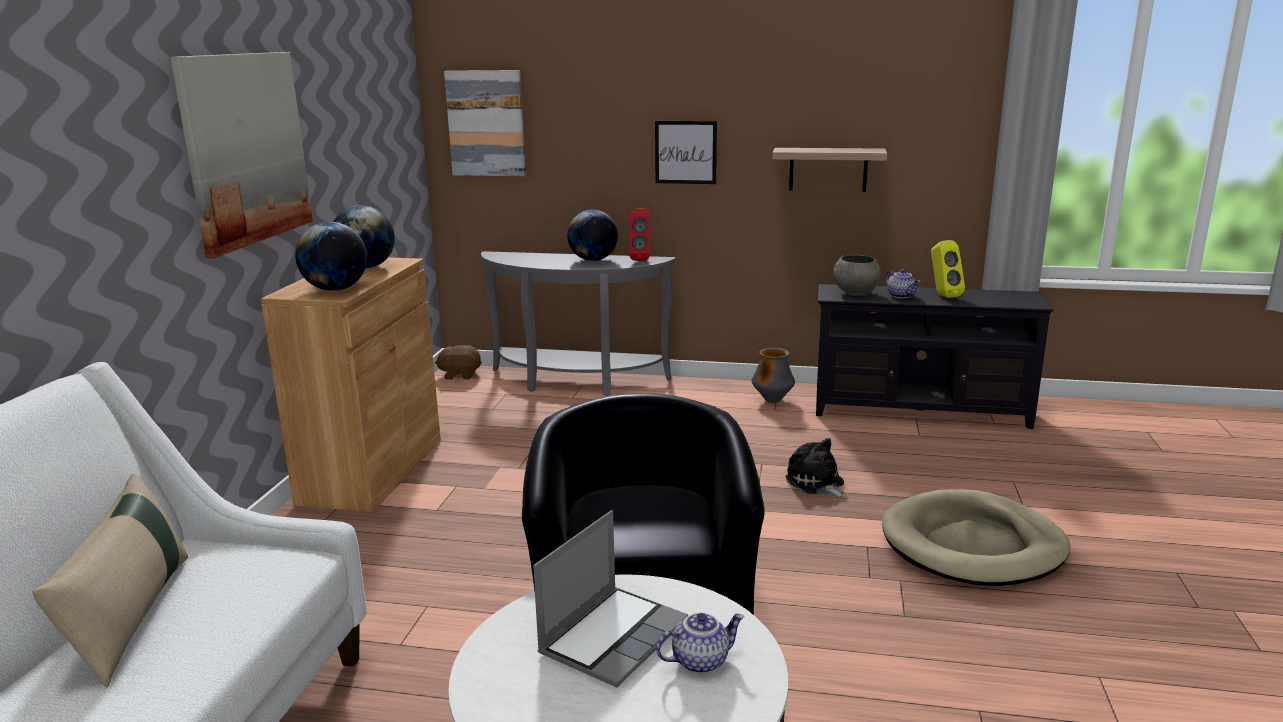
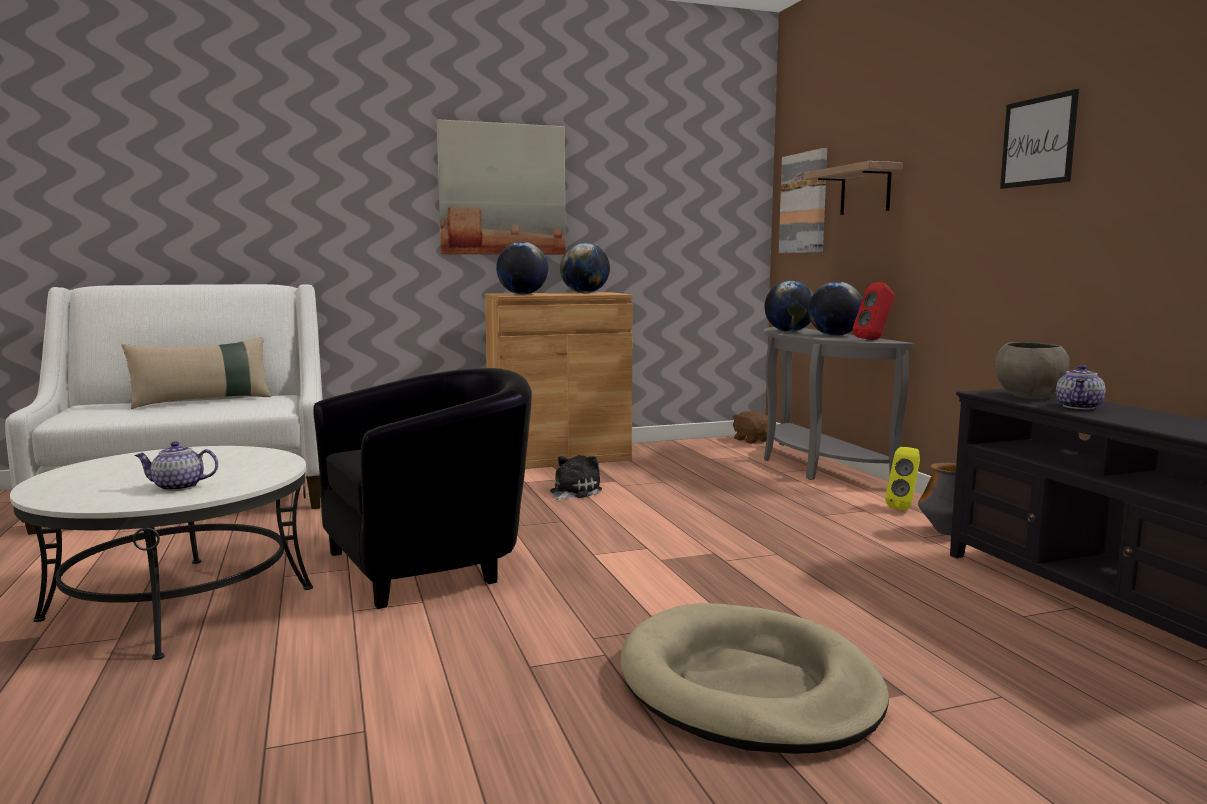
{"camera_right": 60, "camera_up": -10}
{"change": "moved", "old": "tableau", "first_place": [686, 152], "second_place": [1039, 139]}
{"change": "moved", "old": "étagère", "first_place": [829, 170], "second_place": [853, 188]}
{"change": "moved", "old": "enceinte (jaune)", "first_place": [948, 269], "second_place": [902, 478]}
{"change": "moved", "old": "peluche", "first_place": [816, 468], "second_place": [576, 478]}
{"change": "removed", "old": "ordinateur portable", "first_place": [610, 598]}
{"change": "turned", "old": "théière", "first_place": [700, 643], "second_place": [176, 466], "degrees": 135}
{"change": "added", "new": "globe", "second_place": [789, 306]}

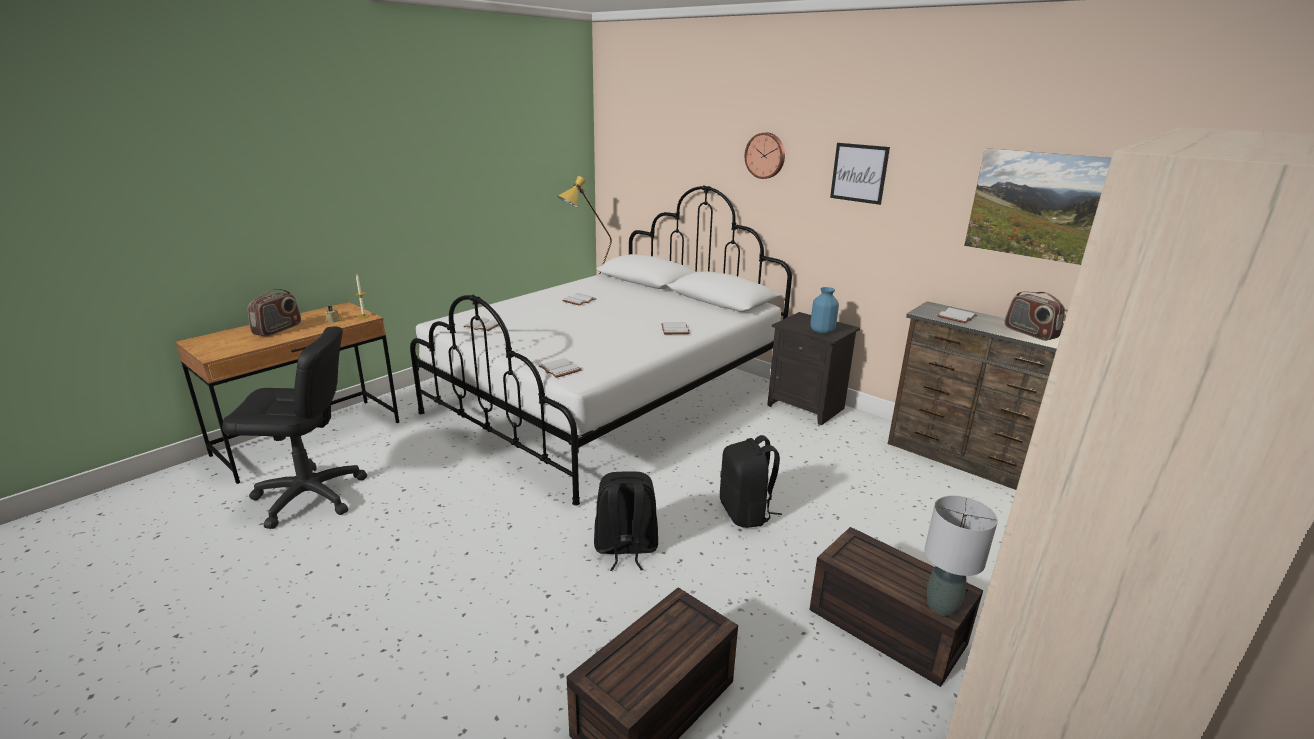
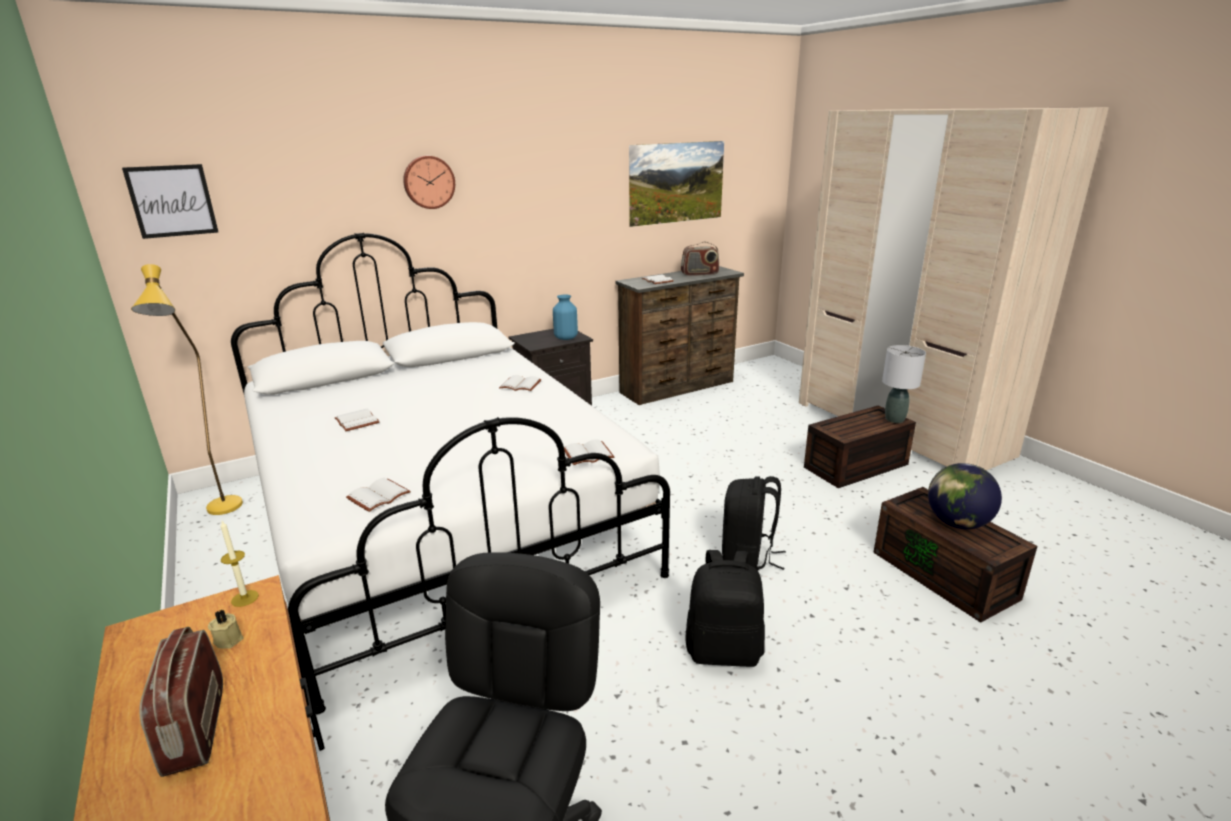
{"camera_right": -70, "camera_up": 0}
{"change": "moved", "old": "tableau", "first_place": [860, 174], "second_place": [170, 201]}
{"change": "turned", "old": "radio", "first_place": [274, 313], "second_place": [181, 702], "degrees": -150}
{"change": "moved", "old": "sac à dos (noir)", "first_place": [751, 481], "second_place": [725, 608]}
{"change": "added", "new": "globe", "second_place": [965, 496]}

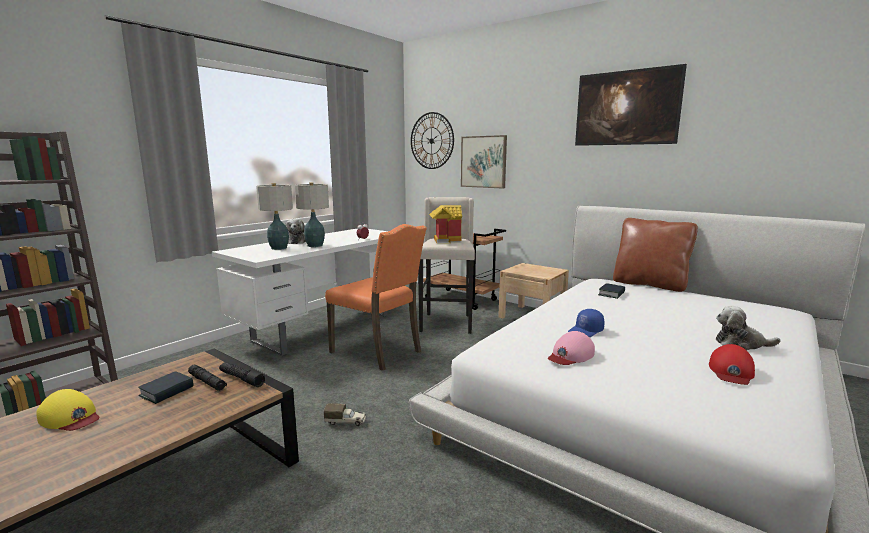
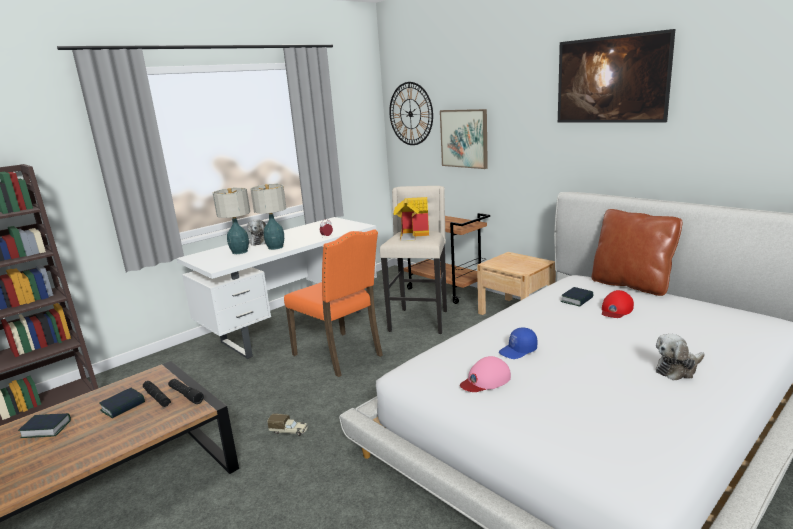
{"camera_right": 10, "camera_up": 5}
{"change": "turned", "old": "peluche", "first_place": [748, 328], "second_place": [680, 357], "degrees": -45}
{"change": "moved", "old": "casquette (rouge)", "first_place": [732, 364], "second_place": [618, 304]}
{"change": "replaced", "old": "casquette (jaune)", "new": "livre", "first_place": [68, 410], "second_place": [44, 425]}

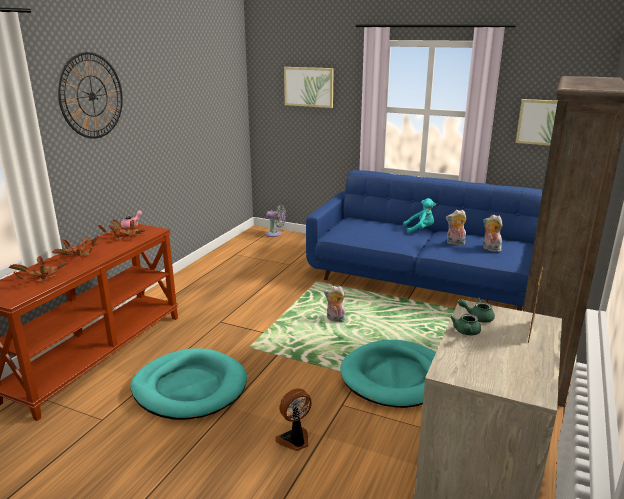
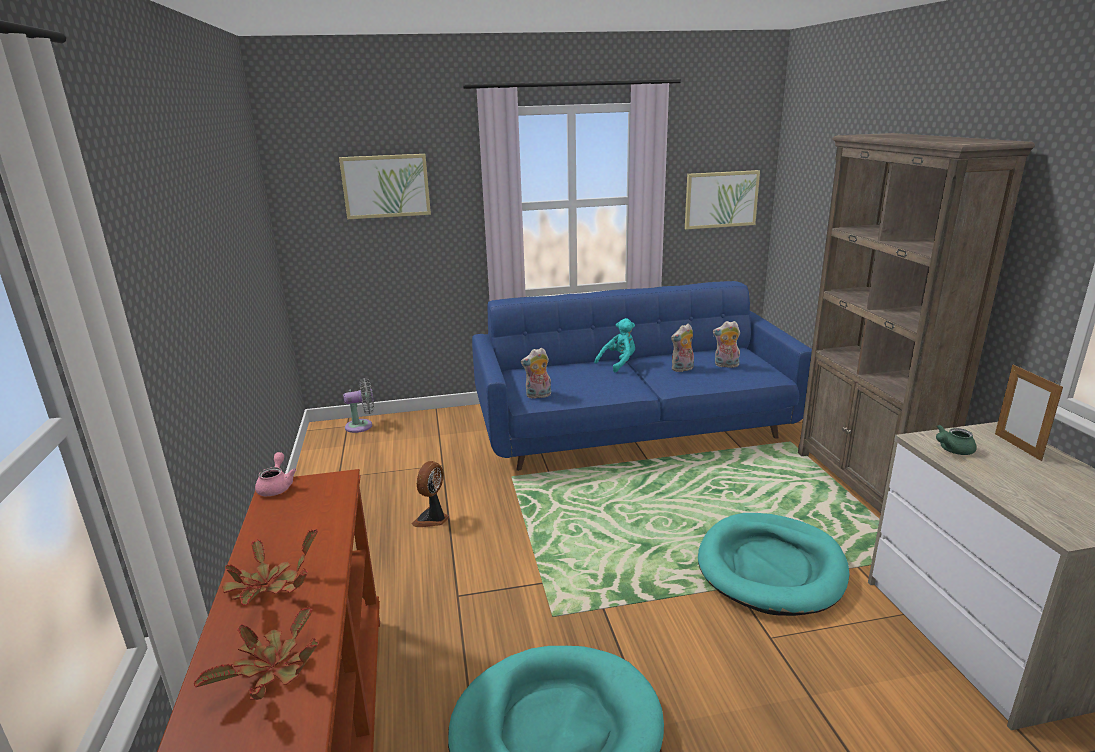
{"camera_right": -35, "camera_up": 0}
{"change": "removed", "old": "horloge murale", "first_place": [90, 95]}
{"change": "removed", "old": "plante en pot", "first_place": [121, 229]}
{"change": "moved", "old": "peluche", "first_place": [335, 304], "second_place": [536, 373]}
{"change": "removed", "old": "théière (vert)", "first_place": [465, 324]}
{"change": "moved", "old": "ventilateur", "first_place": [293, 419], "second_place": [430, 494]}

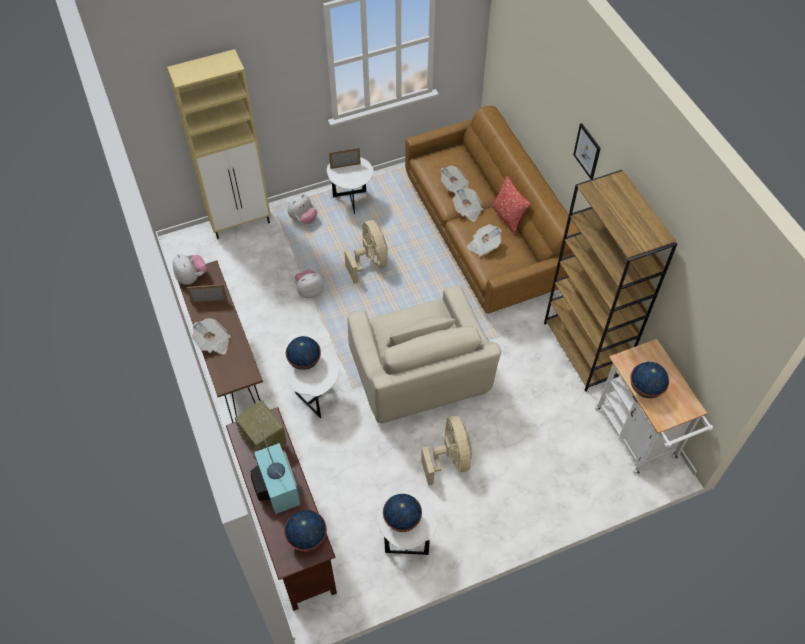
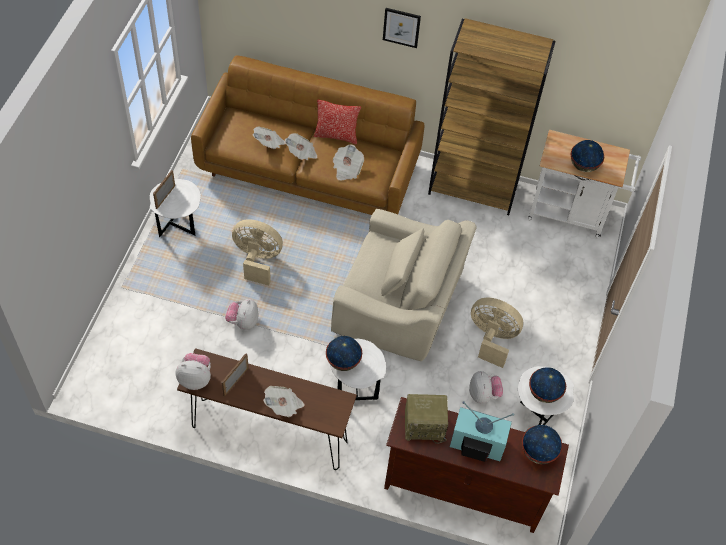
{"camera_right": -55, "camera_up": 0}
{"change": "removed", "old": "meuble de rangement (beige)", "first_place": [219, 144]}
{"change": "moved", "old": "peluche", "first_place": [302, 209], "second_place": [486, 387]}

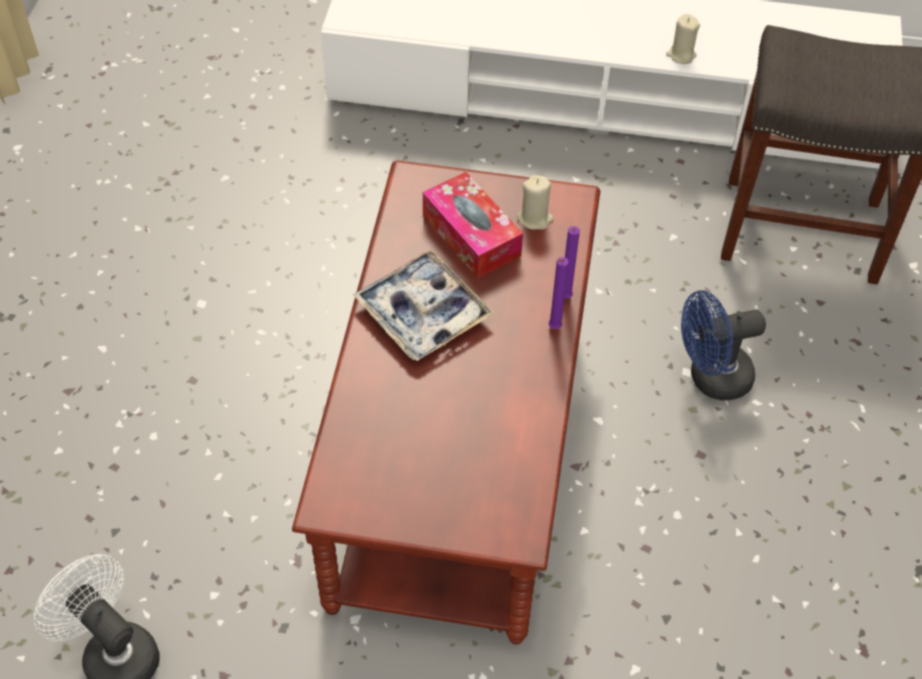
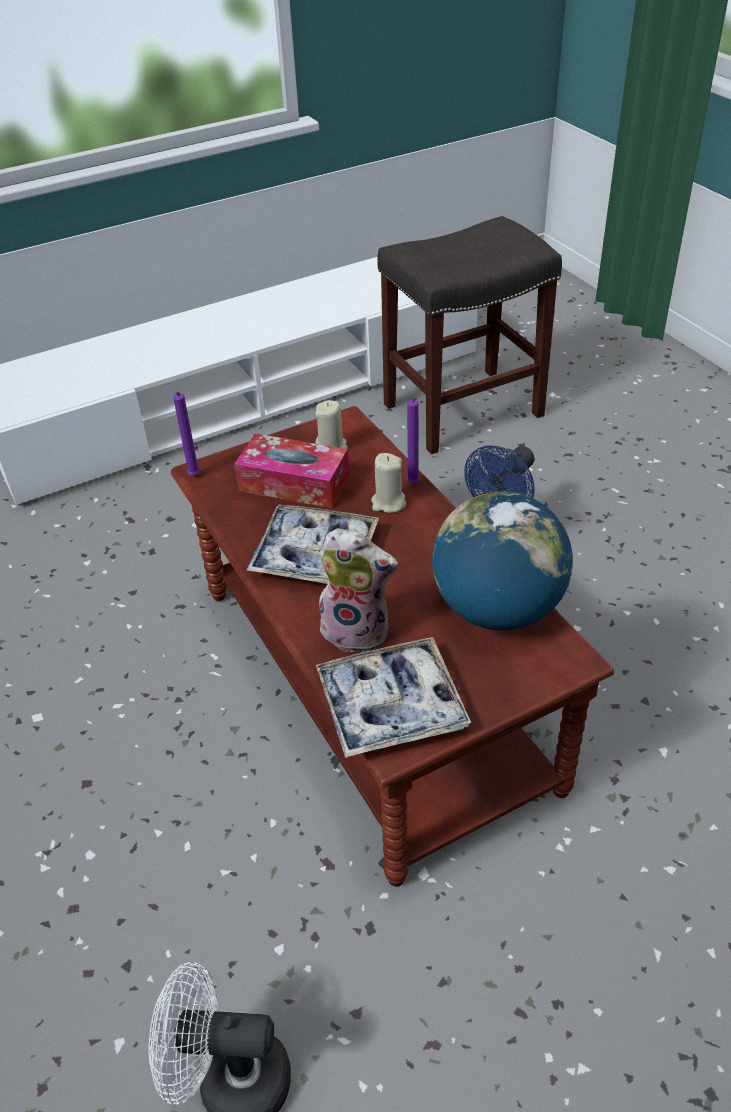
{"camera_right": -35, "camera_up": -10}
{"change": "moved", "old": "bougie (beige)", "first_place": [683, 39], "second_place": [388, 483]}
{"change": "moved", "old": "bougie (violet)", "first_place": [559, 293], "second_place": [186, 434]}
{"change": "added", "new": "globe", "second_place": [502, 561]}
{"change": "added", "new": "peluche", "second_place": [358, 590]}
{"change": "added", "new": "plateau", "second_place": [393, 697]}

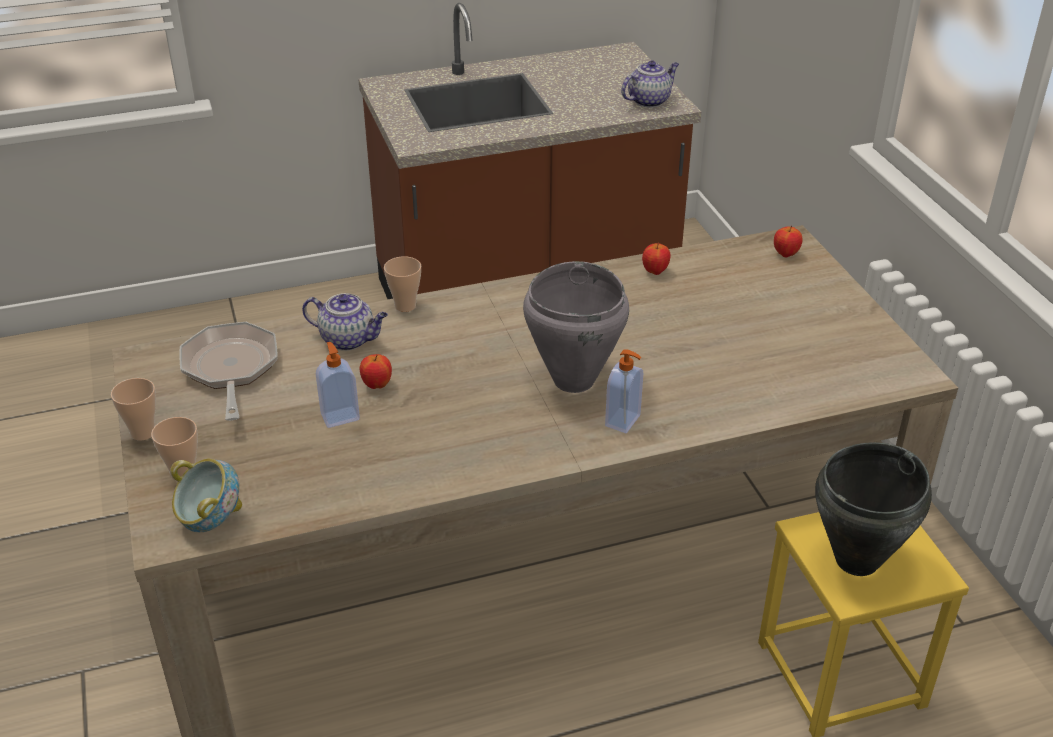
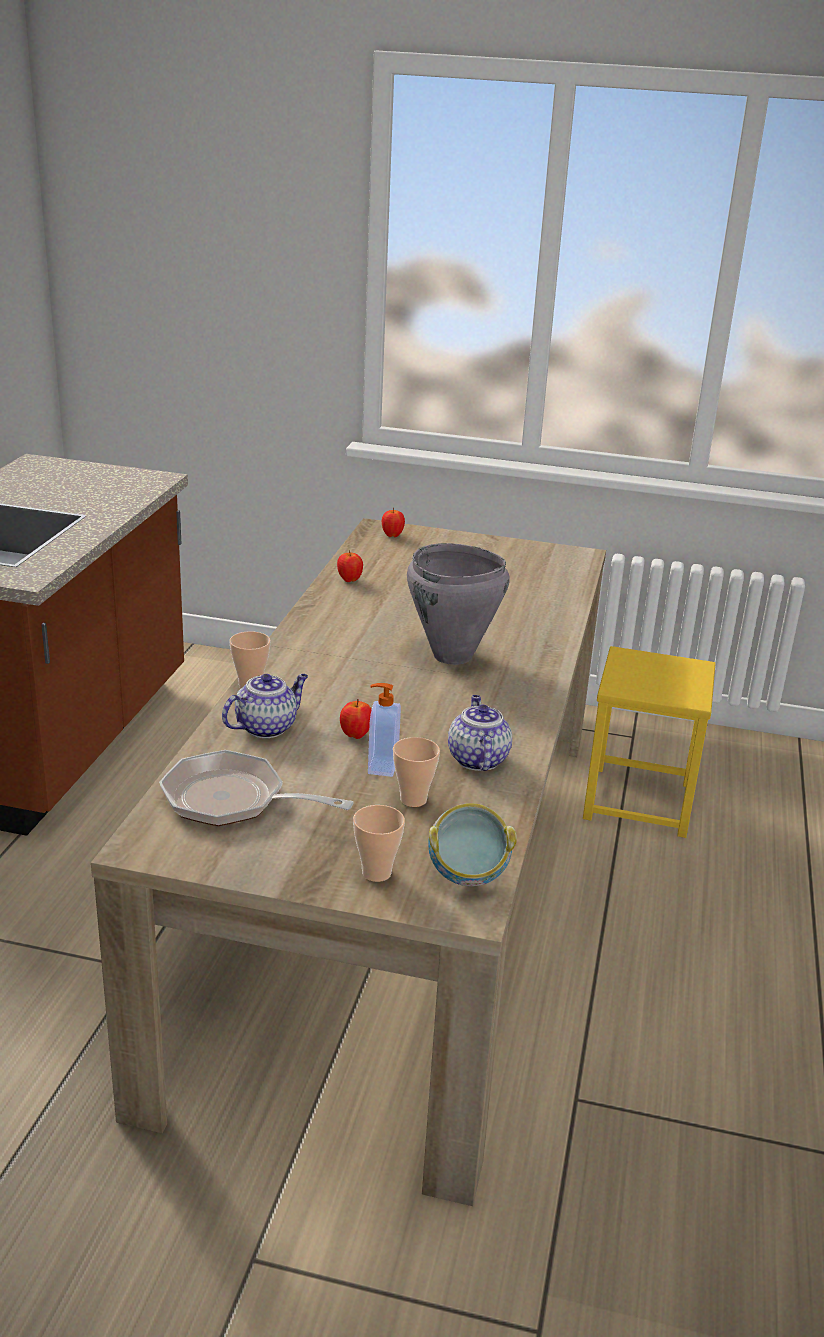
{"camera_right": -60, "camera_up": -10}
{"change": "moved", "old": "théière", "first_place": [650, 84], "second_place": [480, 733]}
{"change": "removed", "old": "distributeur de savon", "first_place": [624, 391]}
{"change": "moved", "old": "tasse", "first_place": [133, 409], "second_place": [416, 772]}
{"change": "removed", "old": "marmite (noir)", "first_place": [873, 509]}

